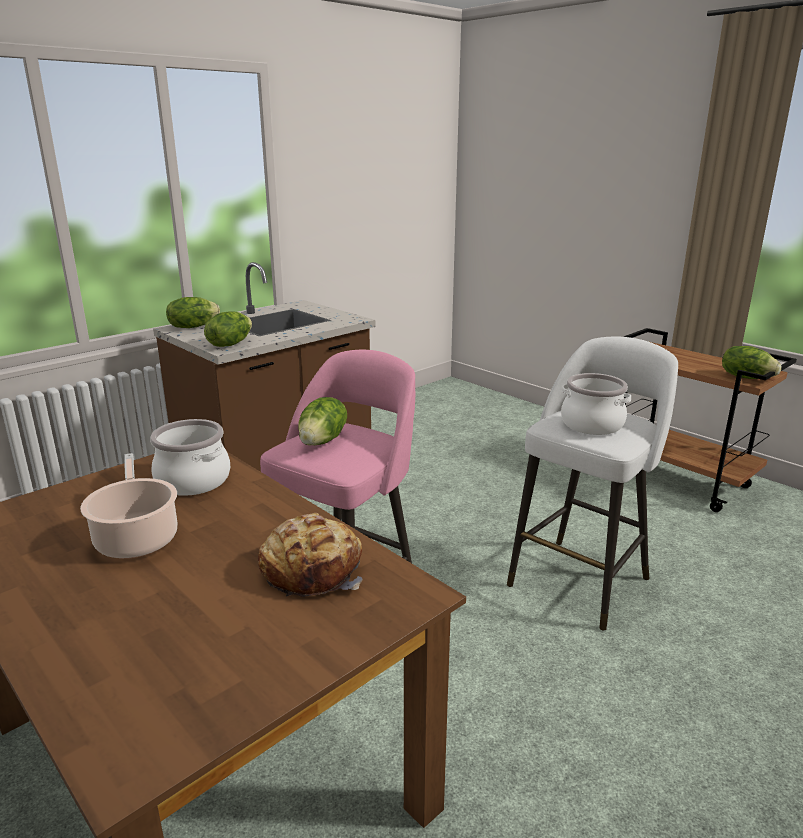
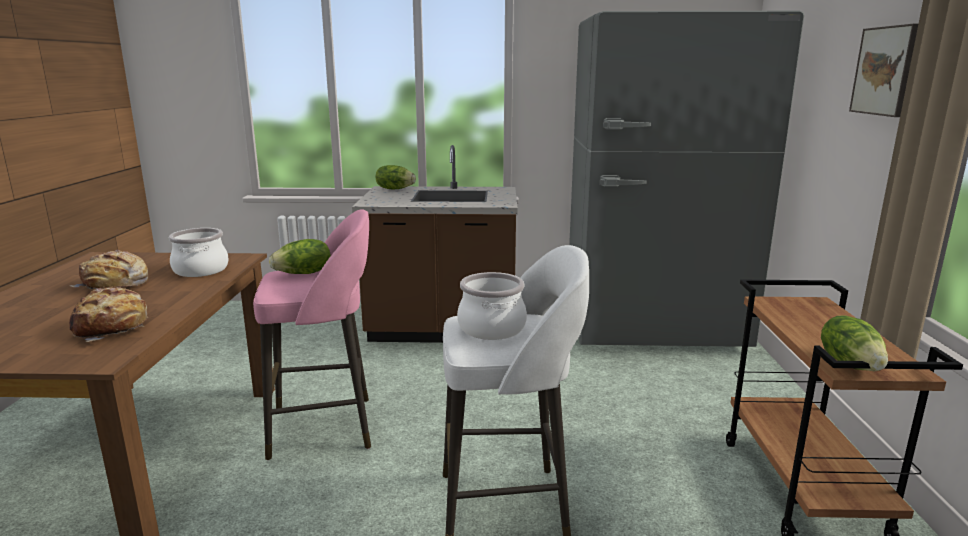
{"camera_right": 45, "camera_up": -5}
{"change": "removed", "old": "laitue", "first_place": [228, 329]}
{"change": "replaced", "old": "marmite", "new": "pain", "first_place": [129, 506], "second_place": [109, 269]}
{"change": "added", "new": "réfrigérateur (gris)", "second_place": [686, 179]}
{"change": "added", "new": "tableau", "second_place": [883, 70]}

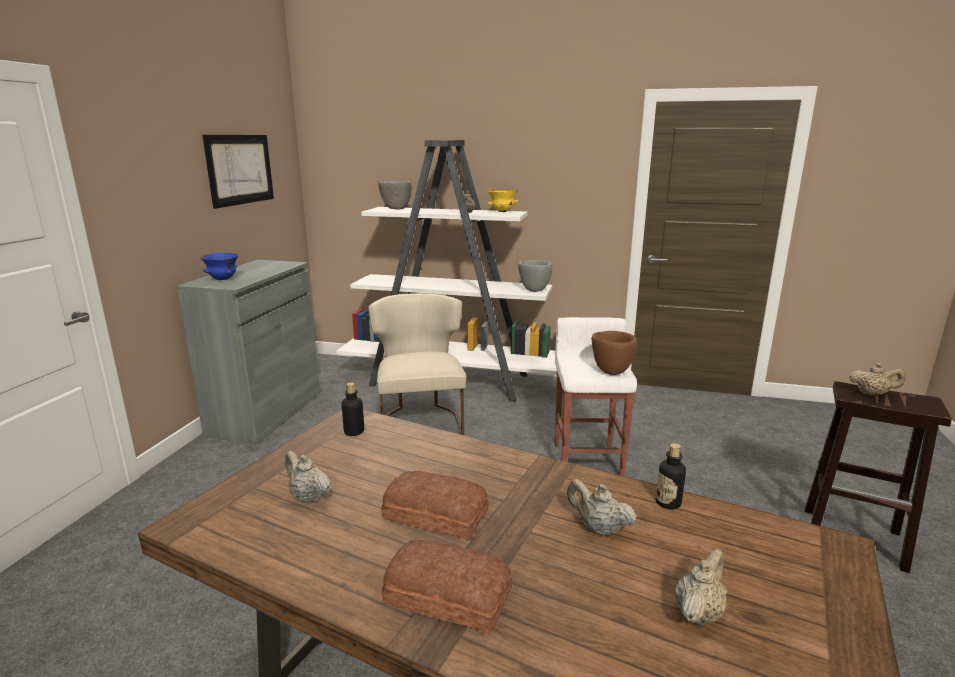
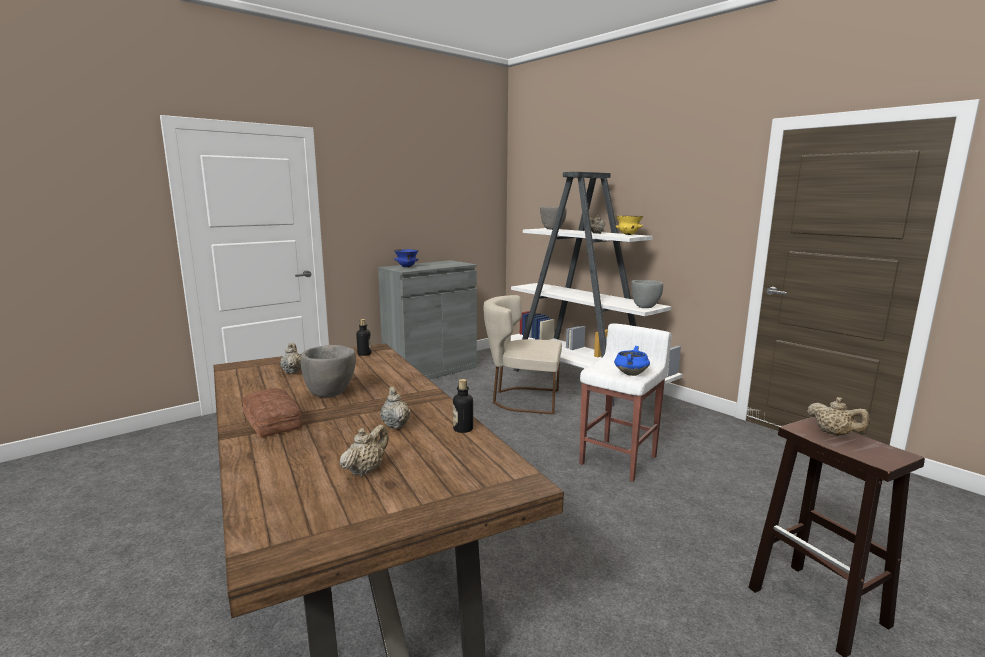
{"camera_right": 35, "camera_up": -5}
{"change": "removed", "old": "tableau", "first_place": [238, 172]}
{"change": "turned", "old": "chaise (beige)", "first_place": [417, 364], "second_place": [522, 354], "degrees": -105}
{"change": "replaced", "old": "bol (marron)", "new": "marmite (bleu)", "first_place": [614, 353], "second_place": [632, 361]}
{"change": "replaced", "old": "pain", "new": "bol (gris)", "first_place": [435, 505], "second_place": [328, 371]}
{"change": "turned", "old": "théière (beige)", "first_place": [701, 587], "second_place": [364, 450], "degrees": -45}

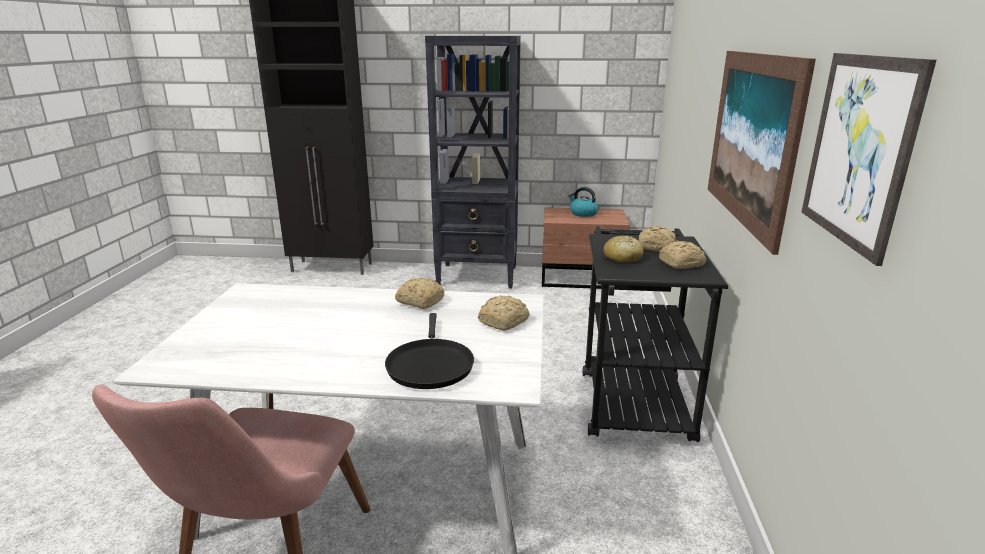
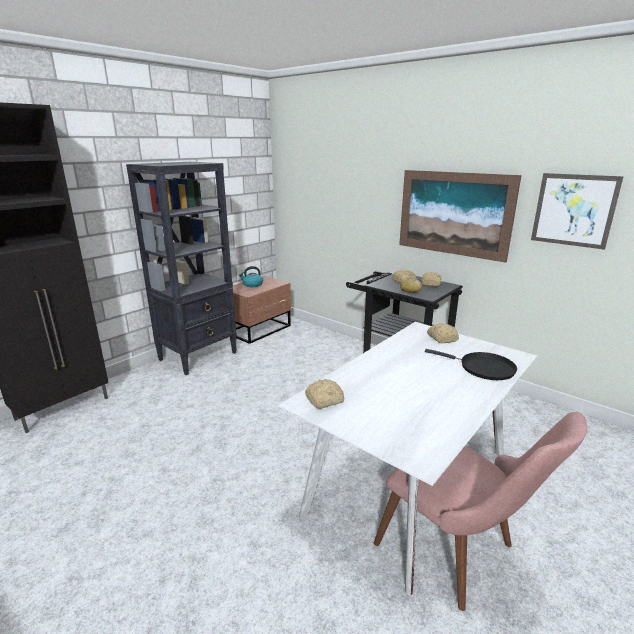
{"camera_right": -55, "camera_up": 0}
{"change": "moved", "old": "pain", "first_place": [419, 293], "second_place": [324, 394]}

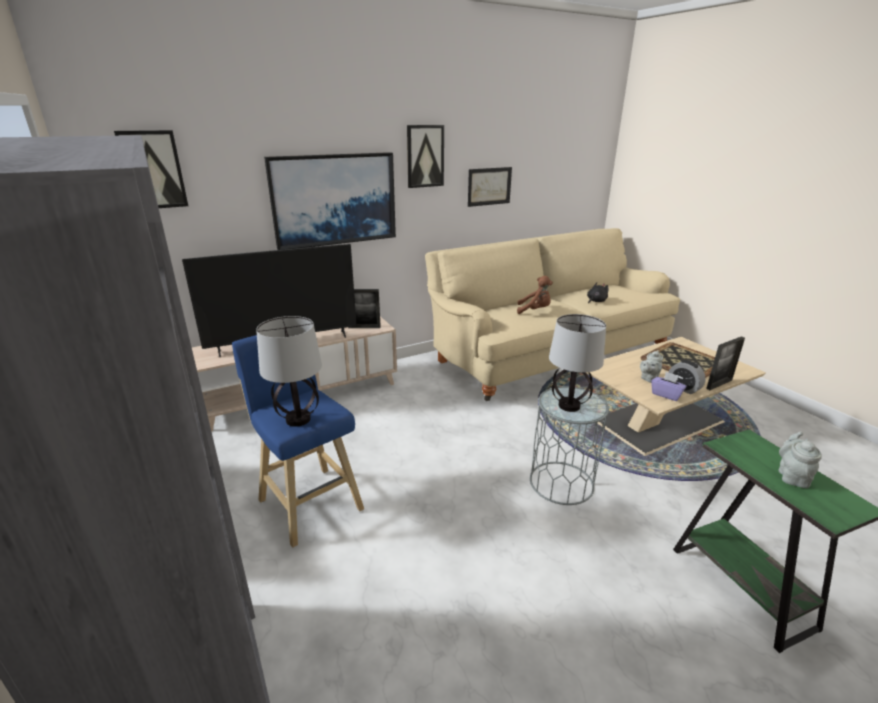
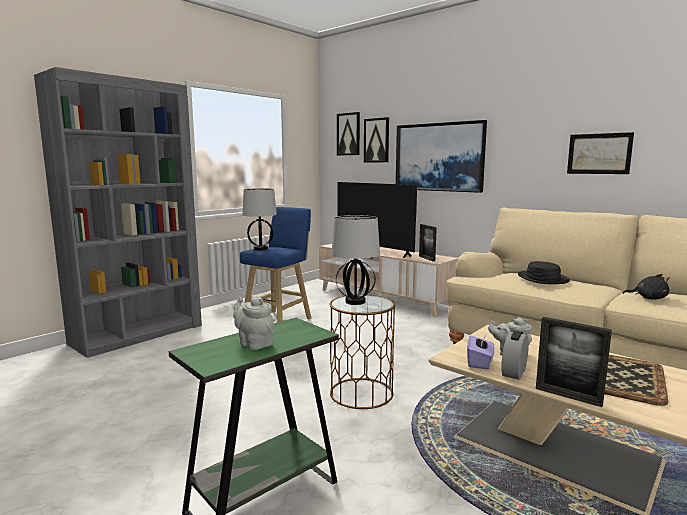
{"camera_right": 70, "camera_up": -15}
{"change": "moved", "old": "tableau", "first_place": [425, 156], "second_place": [376, 139]}
{"change": "replaced", "old": "peluche (marron)", "new": "chapeau (noir)", "first_place": [535, 295], "second_place": [544, 272]}
{"change": "recoloured", "old": "table d'appoint (gris)", "new": "table d'appoint (marron)", "first_place": [569, 445], "second_place": [362, 351]}
{"change": "turned", "old": "théière (gris)", "first_place": [800, 459], "second_place": [253, 323], "degrees": -135}

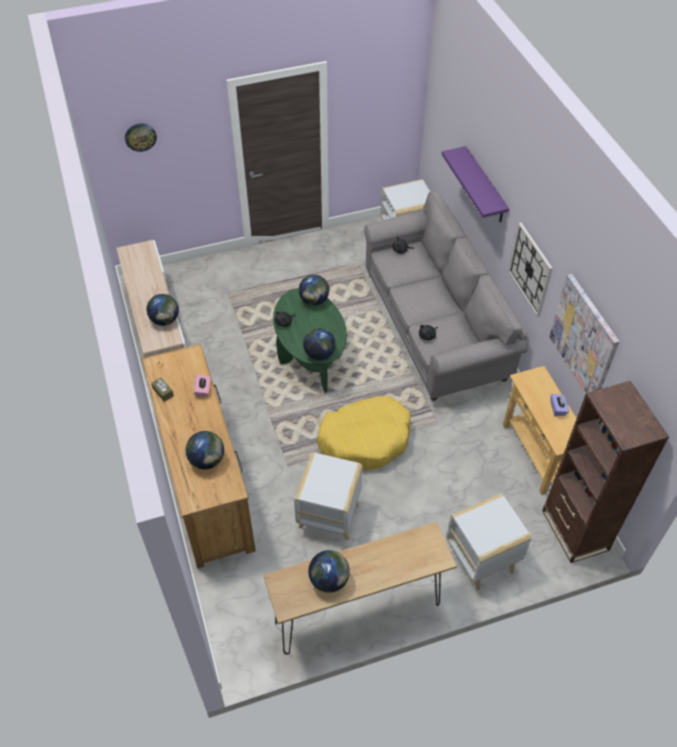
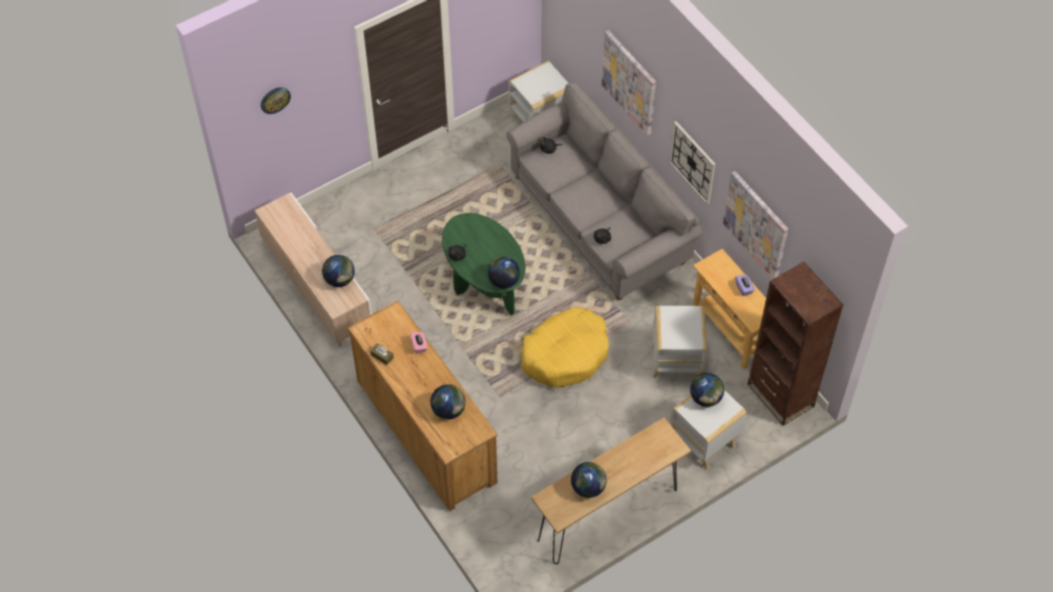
{"camera_right": -15, "camera_up": 5}
{"change": "replaced", "old": "étagère (violet)", "new": "tableau", "first_place": [475, 184], "second_place": [629, 83]}
{"change": "moved", "old": "globe", "first_place": [314, 290], "second_place": [707, 390]}
{"change": "moved", "old": "table d'appoint (blanc)", "first_place": [328, 496], "second_place": [679, 342]}

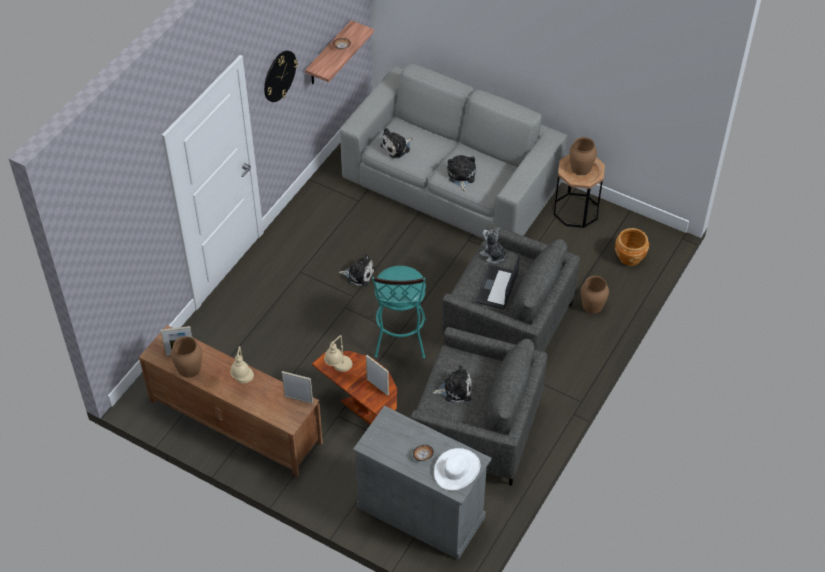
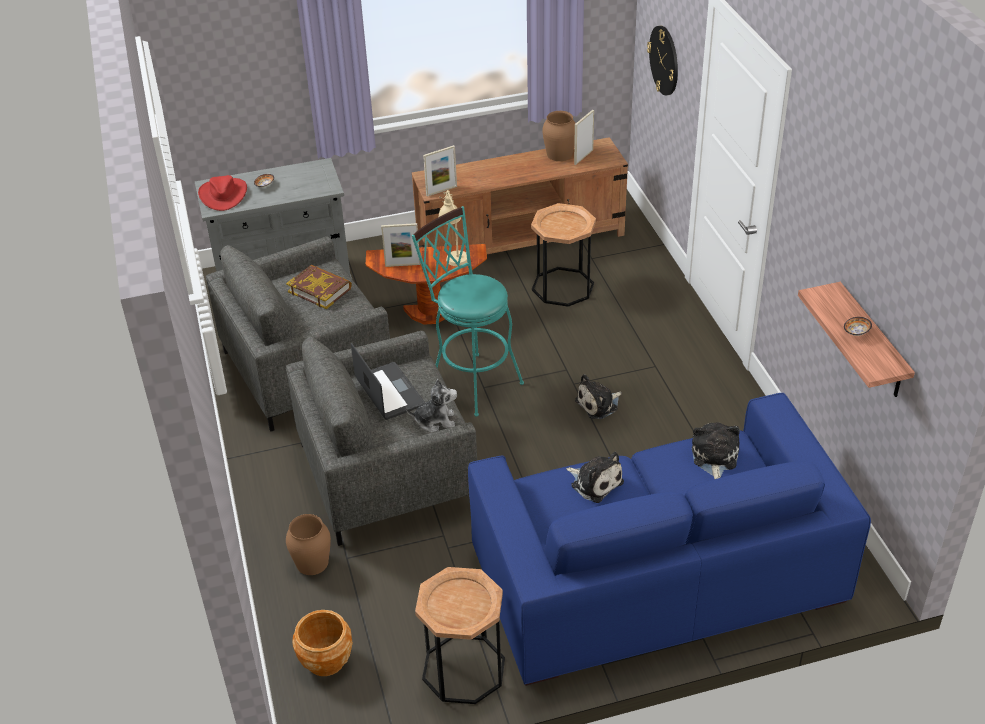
{"camera_right": 135, "camera_up": -10}
{"change": "moved", "old": "horloge murale", "first_place": [281, 76], "second_place": [662, 60]}
{"change": "recoloured", "old": "canapé (gris)", "new": "canapé (bleu)", "first_place": [454, 151], "second_place": [669, 539]}
{"change": "removed", "old": "vase (marron)", "first_place": [583, 156]}
{"change": "removed", "old": "lampe de table (beige)", "first_place": [242, 364]}
{"change": "replaced", "old": "peluche", "new": "livre", "first_place": [452, 384], "second_place": [319, 287]}
{"change": "recoloured", "old": "chapeau (blanc)", "new": "chapeau (rouge)", "first_place": [457, 469], "second_place": [222, 193]}
{"change": "added", "new": "table d'appoint (marron)", "second_place": [563, 255]}

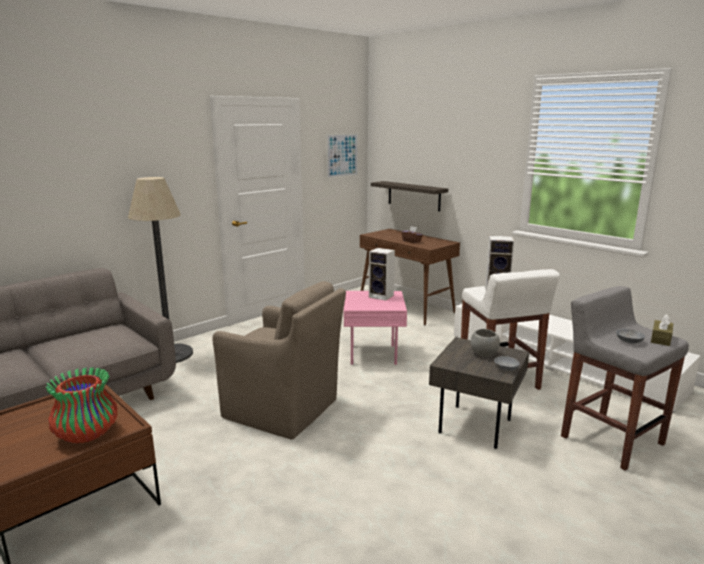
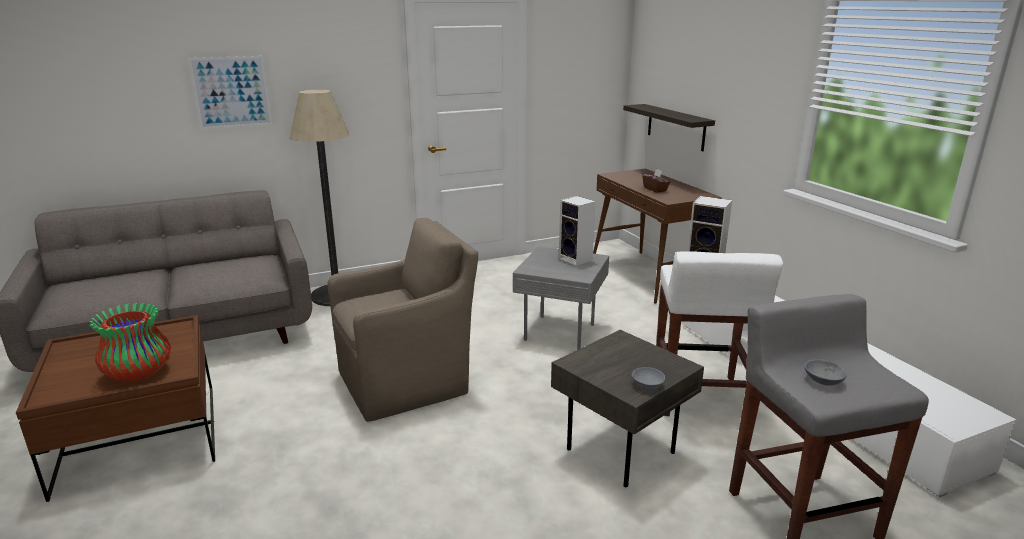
{"camera_right": 20, "camera_up": 5}
{"change": "moved", "old": "tableau", "first_place": [342, 156], "second_place": [230, 92]}
{"change": "turned", "old": "fauteuil (marron)", "first_place": [279, 360], "second_place": [402, 320], "degrees": -75}
{"change": "recoloured", "old": "table d'appoint (rose)", "new": "table d'appoint (gris)", "first_place": [375, 328], "second_place": [561, 298]}
{"change": "removed", "old": "boîte à mouchoirs (marron)", "first_place": [662, 330]}
{"change": "removed", "old": "bol (gris)", "first_place": [485, 343]}

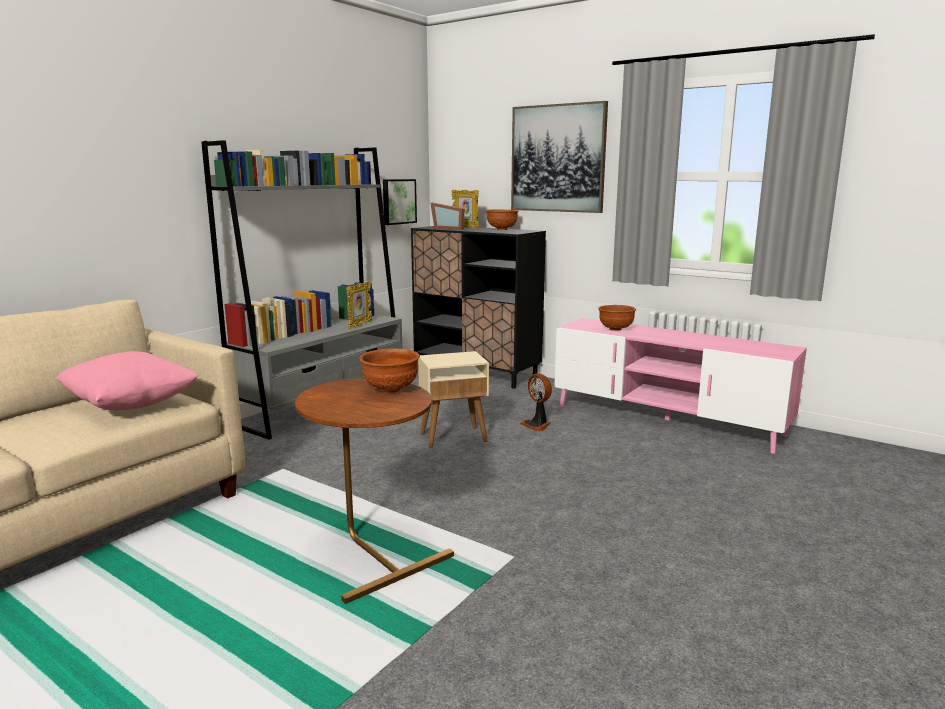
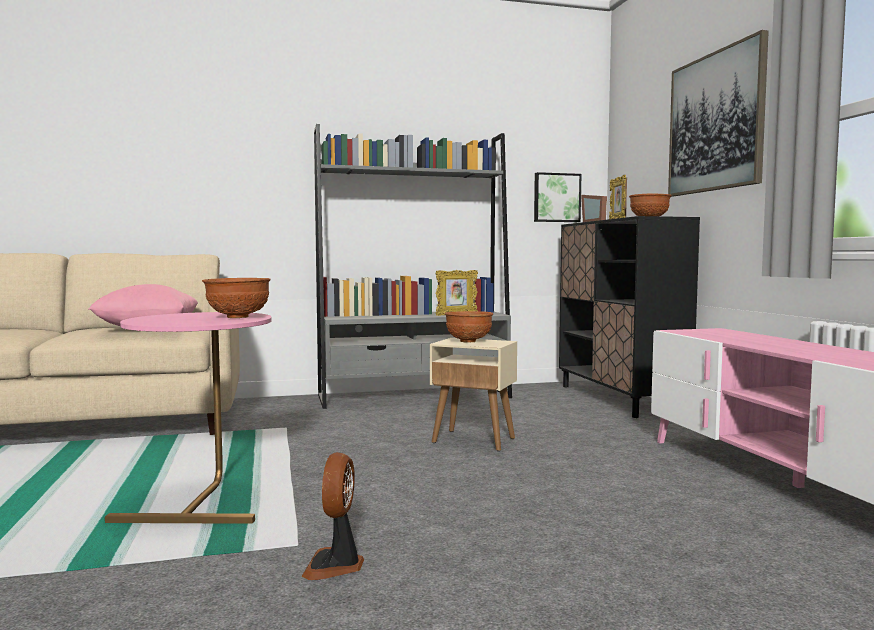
{"camera_right": 40, "camera_up": -10}
{"change": "moved", "old": "bol (marron)", "first_place": [617, 318], "second_place": [468, 326]}
{"change": "moved", "old": "ventilateur", "first_place": [536, 402], "second_place": [332, 516]}
{"change": "recoloured", "old": "table d'appoint (marron)", "new": "table d'appoint (rose)", "first_place": [374, 491], "second_place": [188, 418]}

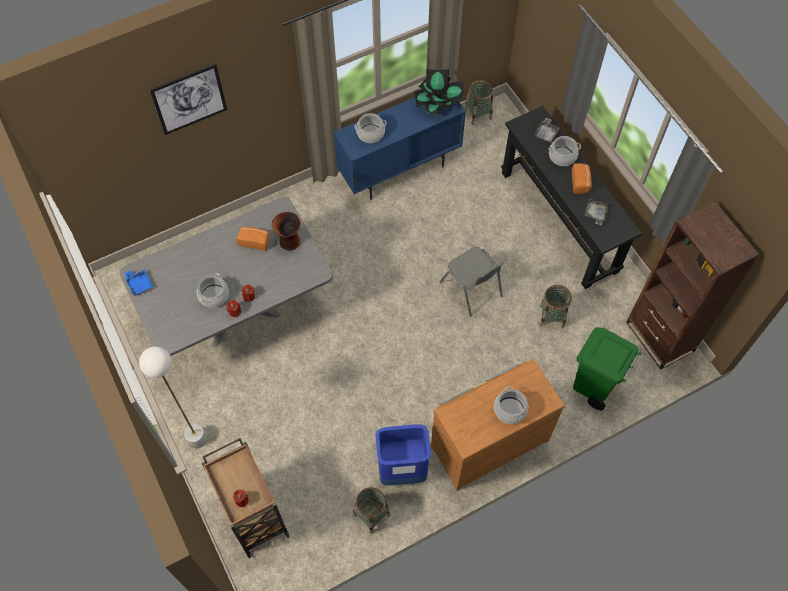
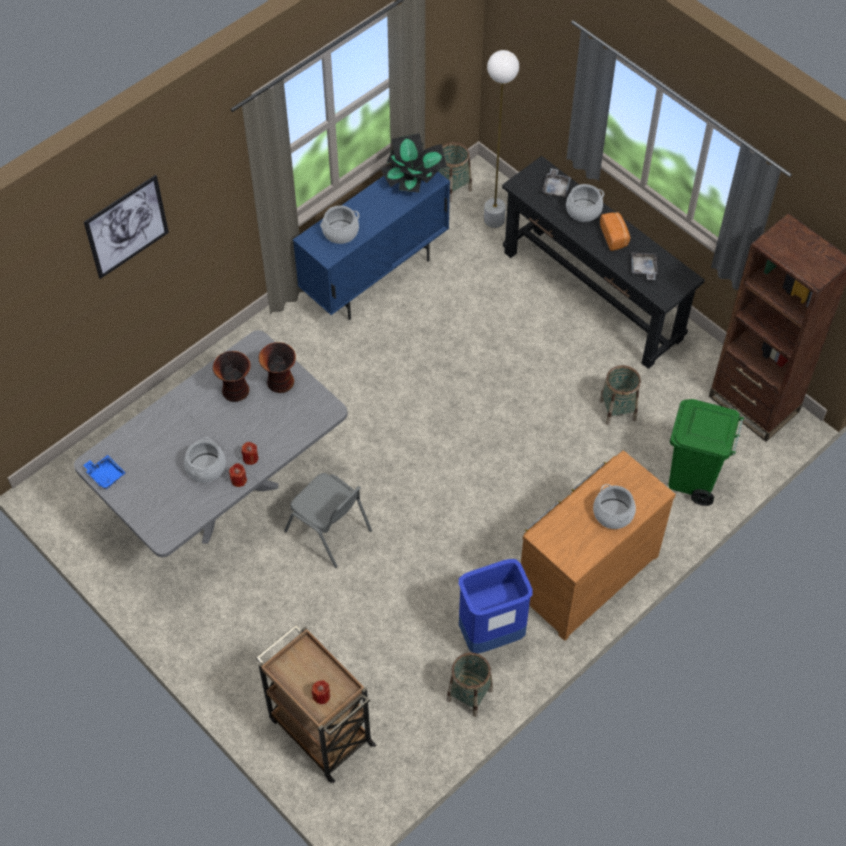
{"camera_right": -15, "camera_up": -5}
{"change": "replaced", "old": "pain", "new": "vase", "first_place": [253, 239], "second_place": [232, 376]}
{"change": "moved", "old": "chaise (gris)", "first_place": [471, 282], "second_place": [328, 520]}
{"change": "moved", "old": "lampadaire (blanc)", "first_place": [173, 397], "second_place": [501, 139]}

